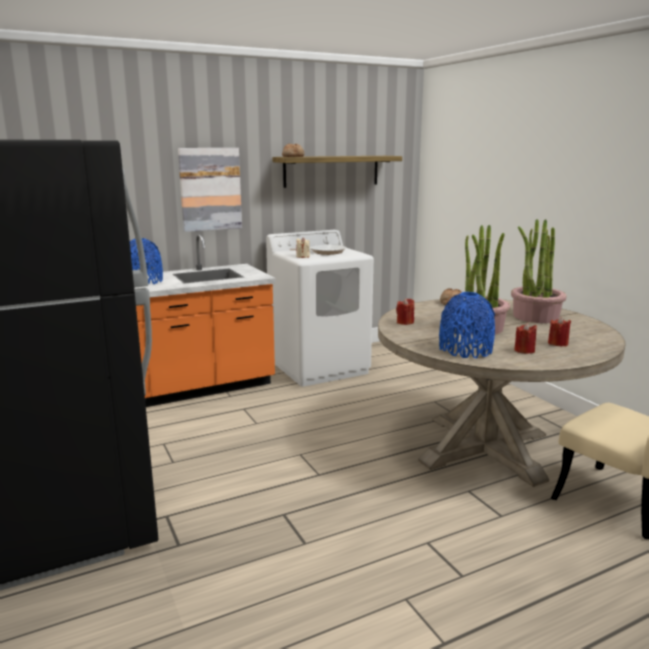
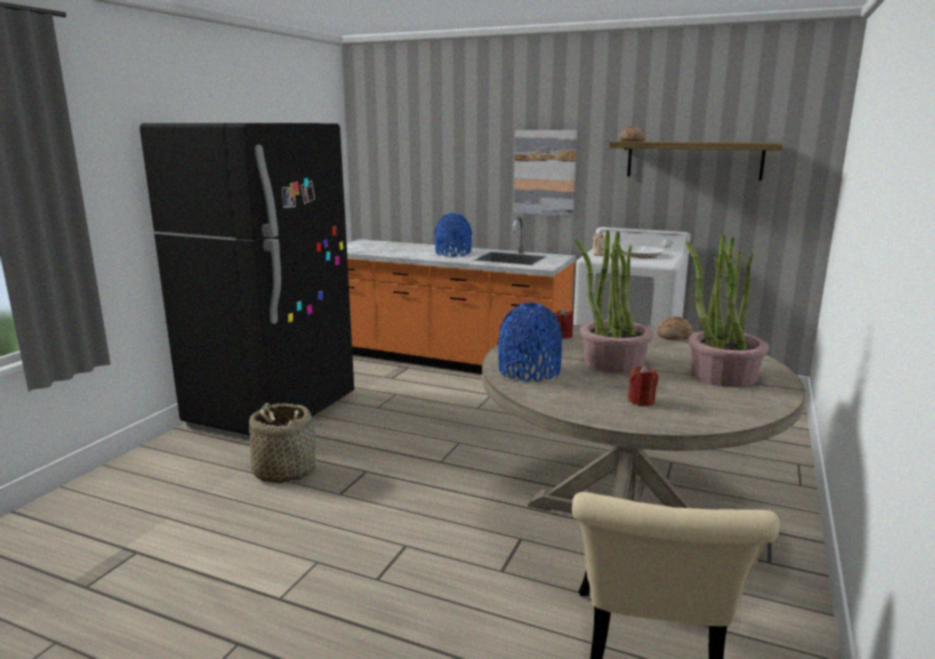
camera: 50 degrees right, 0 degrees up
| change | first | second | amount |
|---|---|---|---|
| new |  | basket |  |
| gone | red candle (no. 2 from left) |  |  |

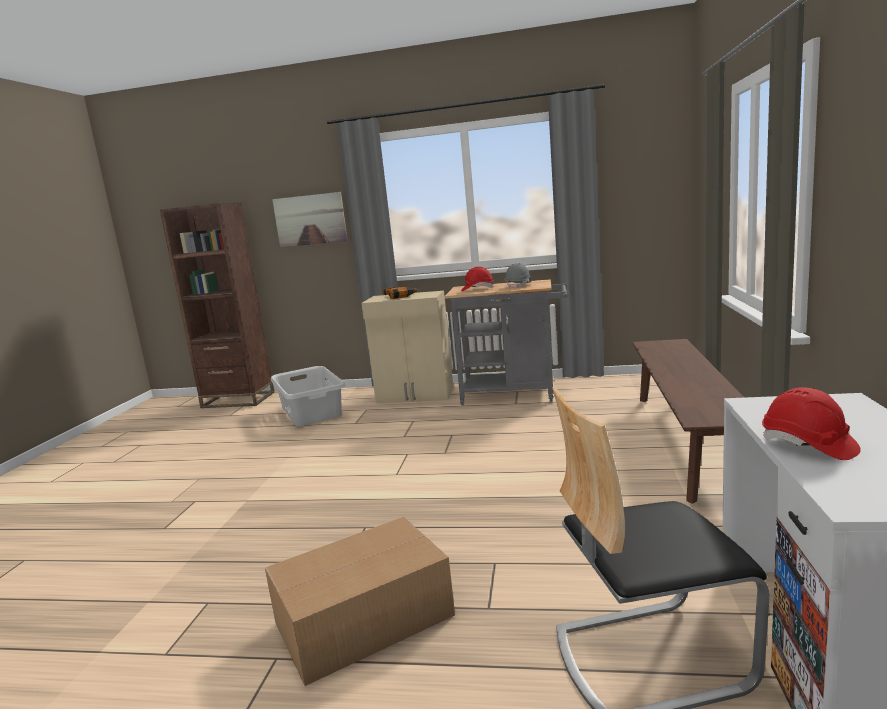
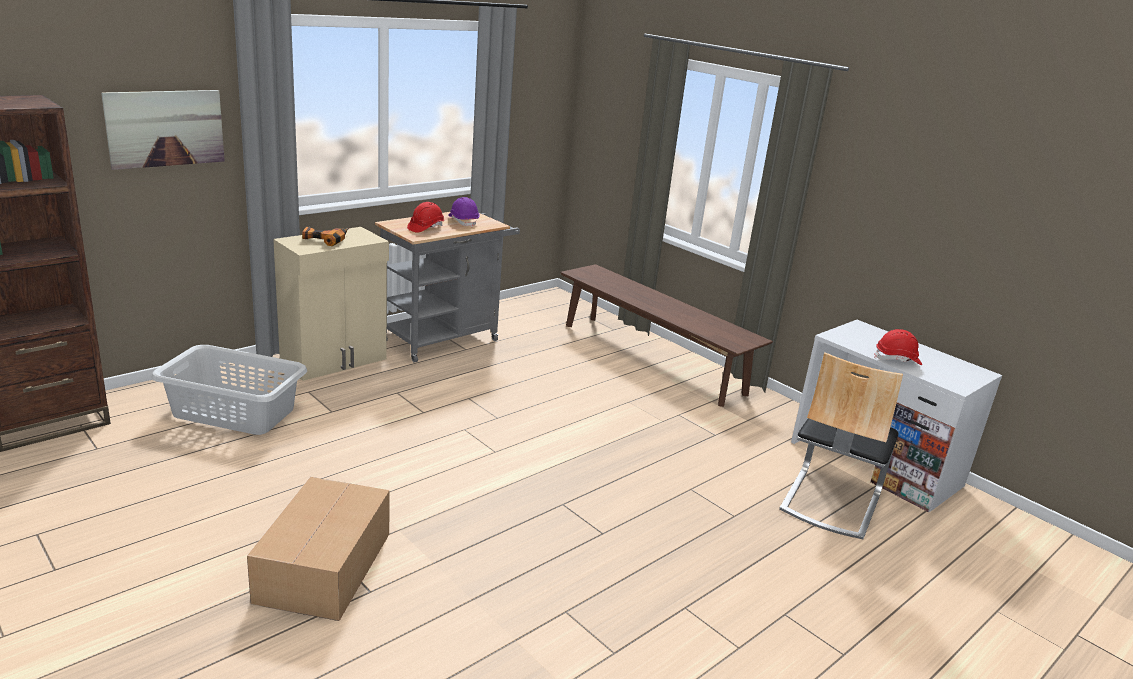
camera: 55 degrees left, 10 degrees up
| change | first | second | amount |
|---|---|---|---|
| shifted | cardboard box |  |  |
| repainted | grey hard hat | purple hard hat |  |

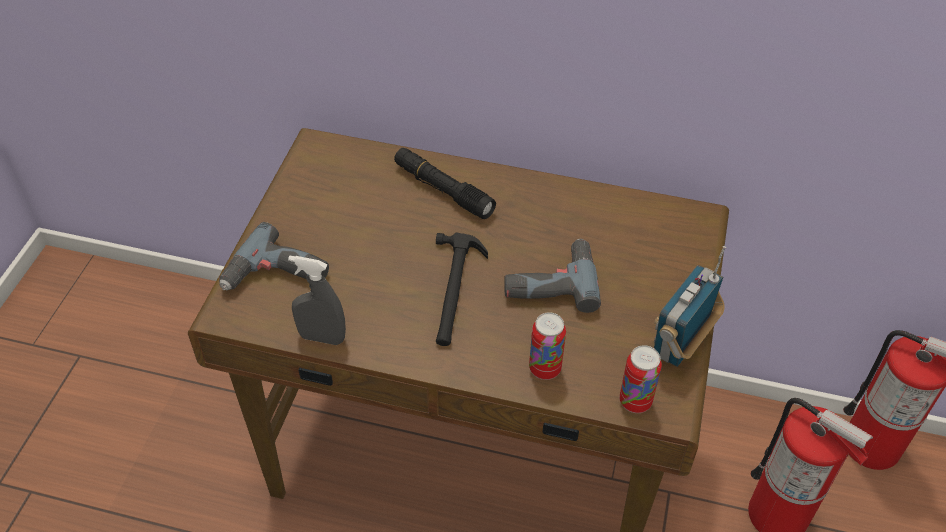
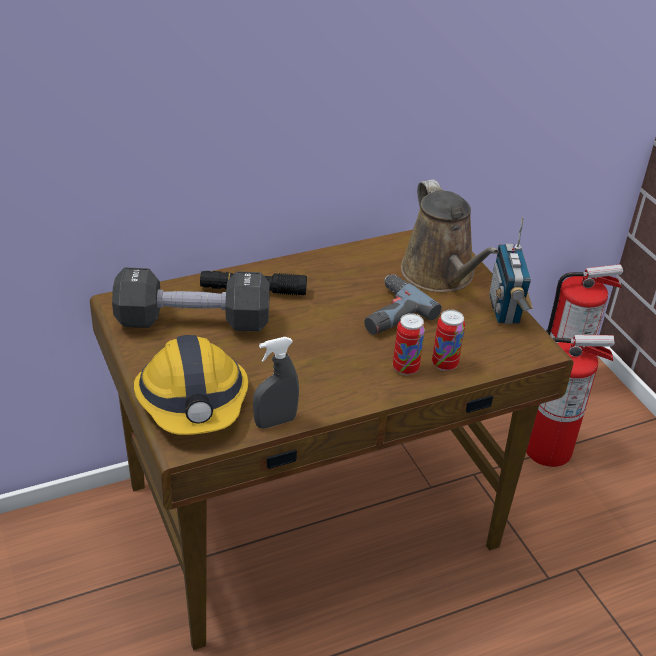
camera: 40 degrees left, 10 degrees down
| change | first | second | amount |
|---|---|---|---|
| new |  | black dumbbell |  |
| swapped | power drill (no. 1 from left) | hard hat |  |
| shifted | can (no. 2 from left in the first image) | can (no. 1 from left) |  |
| new |  | brown watering can |  |
| gone | hammer |  |  |

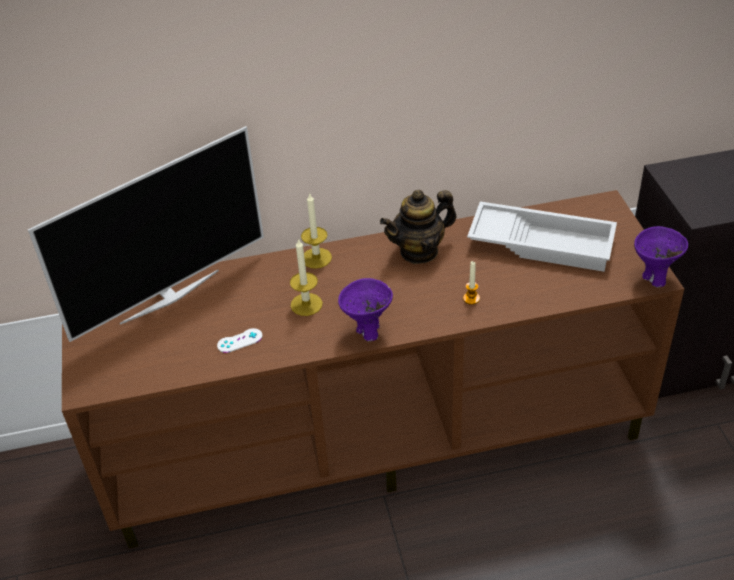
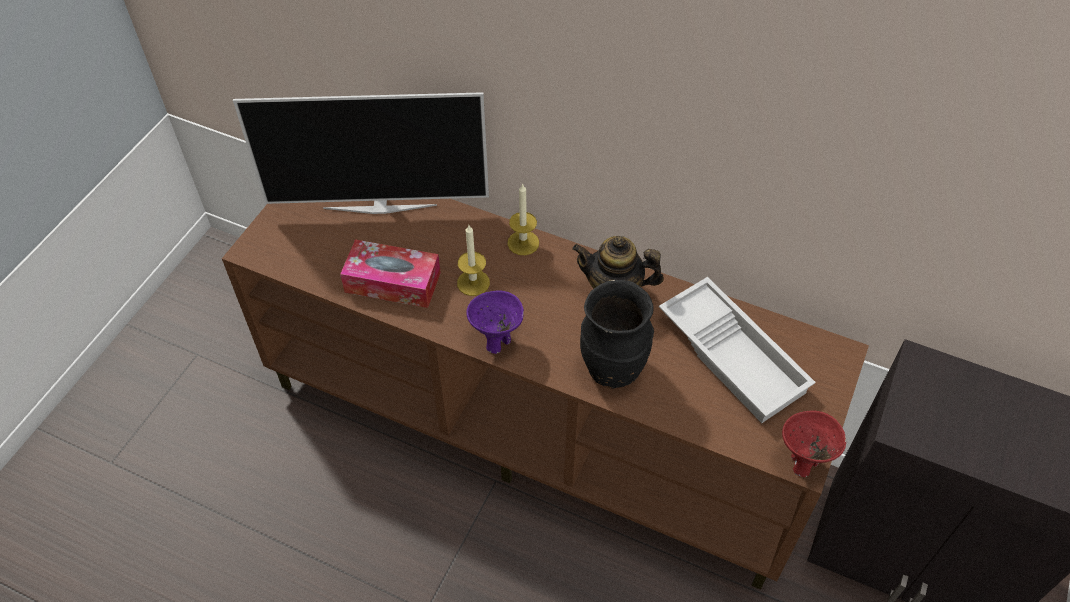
camera: 35 degrees right, 10 degrees up
| change | first | second | amount |
|---|---|---|---|
| swapped | white game controller | tissue box |  |
| swapped | candle (no. 3 from left) | black vase |  |
| repainted | purple bowl (no. 2 from left) | red bowl |  |

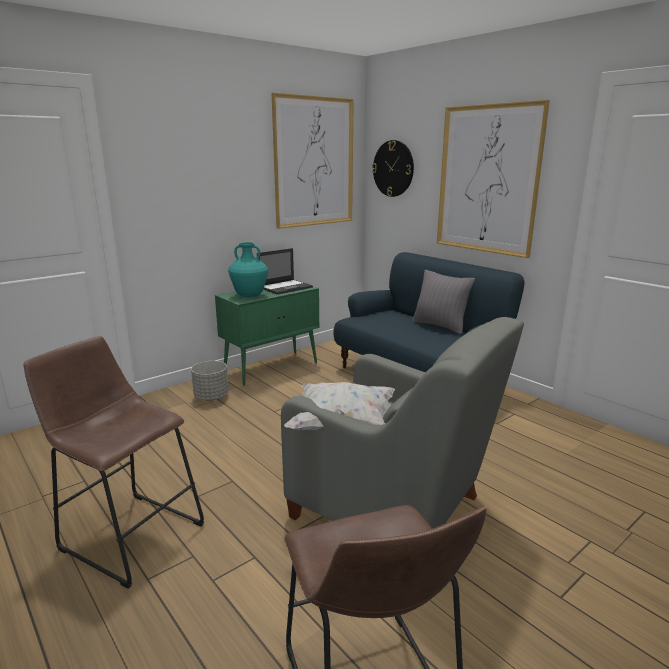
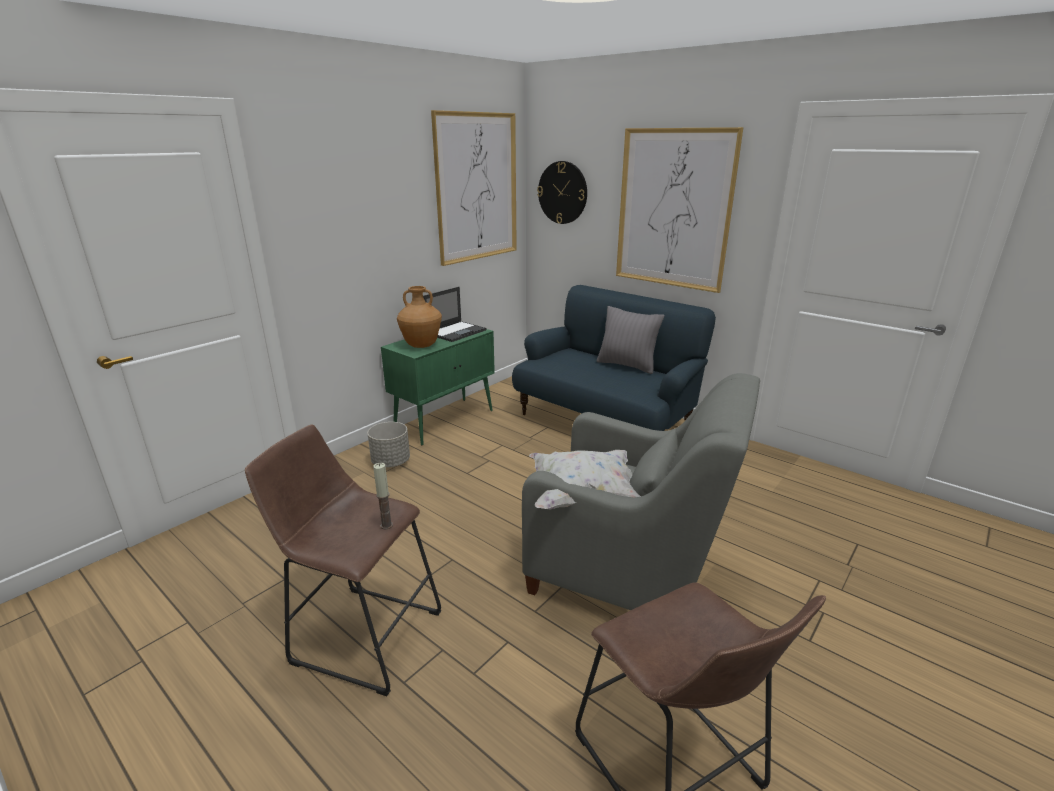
camera: 10 degrees left, 5 degrees up
| change | first | second | amount |
|---|---|---|---|
| new |  | candle |  |
| repainted | turquoise vase | brown vase |  |

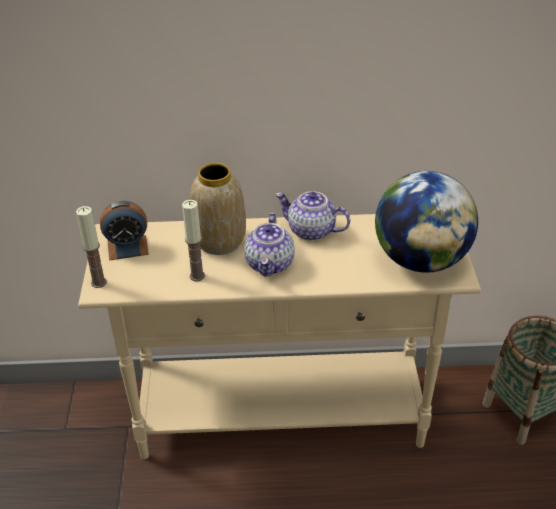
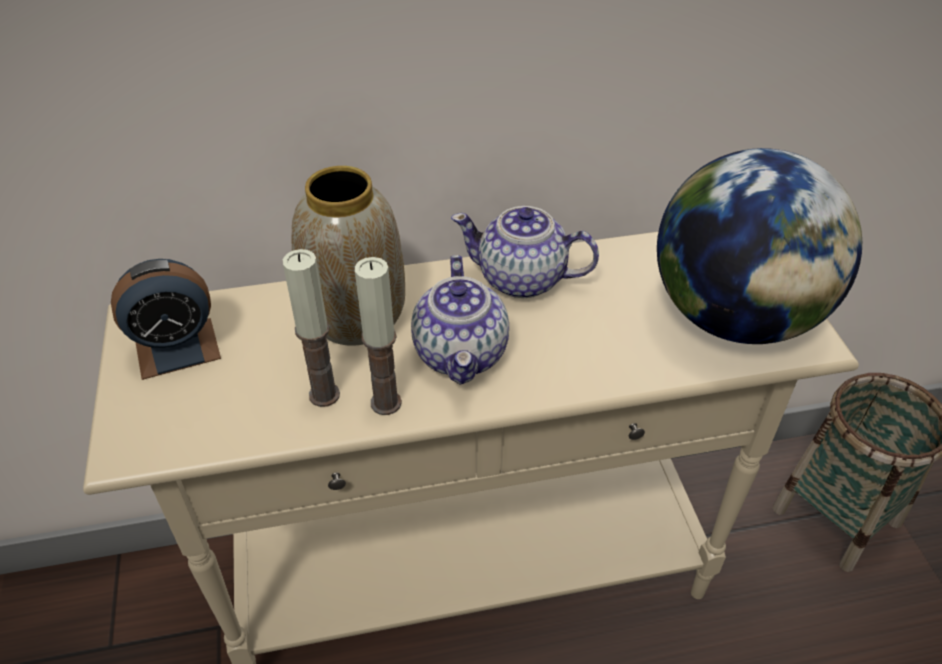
camera: 10 degrees left, 5 degrees up
| change | first | second | amount |
|---|---|---|---|
| shifted | candle (no. 1 from left in the first image) | candle (no. 2 from left) |  |

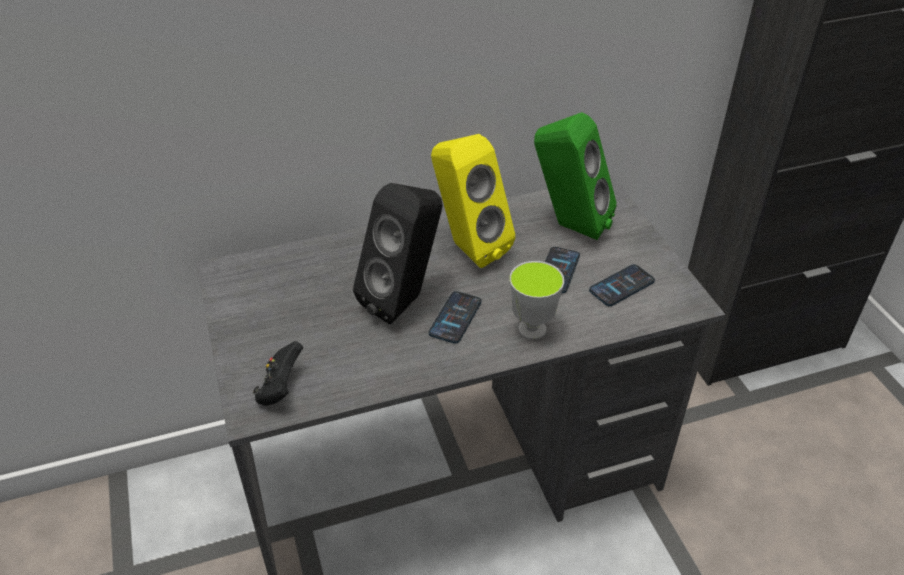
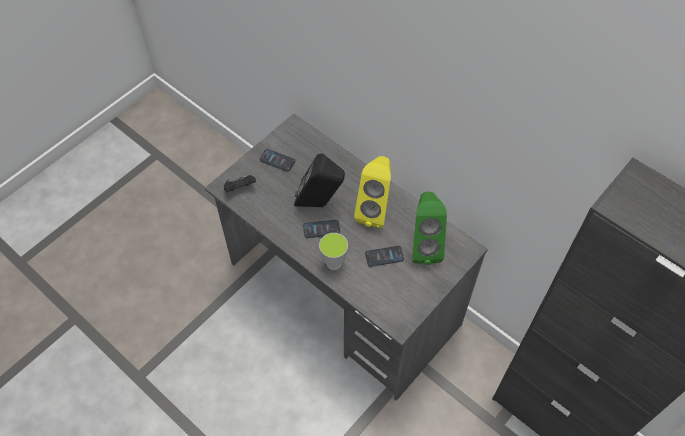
camera: 60 degrees right, 15 degrees up
| change | first | second | amount |
|---|---|---|---|
| shifted | phone (no. 3 from left in the first image) | phone (no. 1 from left) |  |

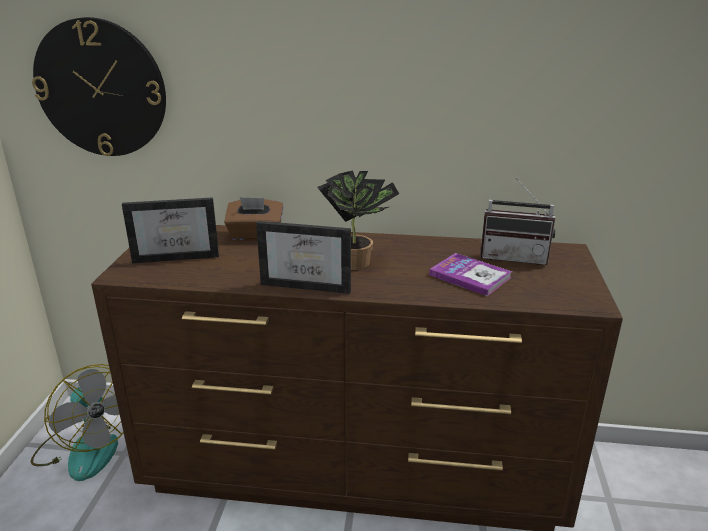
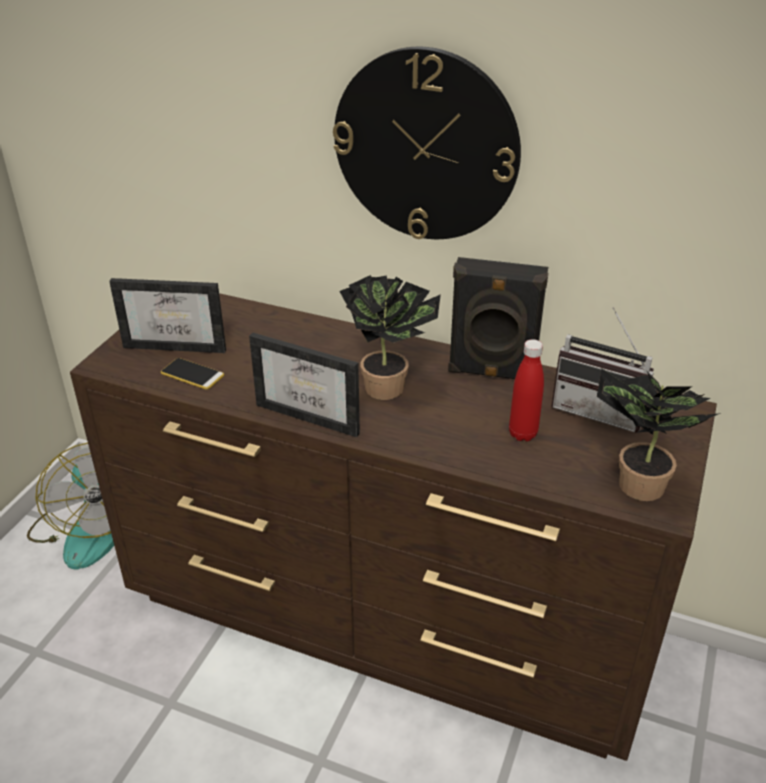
camera: 15 degrees right, 10 degrees up
| change | first | second | amount |
|---|---|---|---|
| new |  | phone |  |
| shifted | wall clock |  |  |
| new |  | black speaker |  |
| swapped | book | red bottle |  |
| new |  | potted plant (no. 2 from left) |  |
| gone | brown tissue box |  |  |

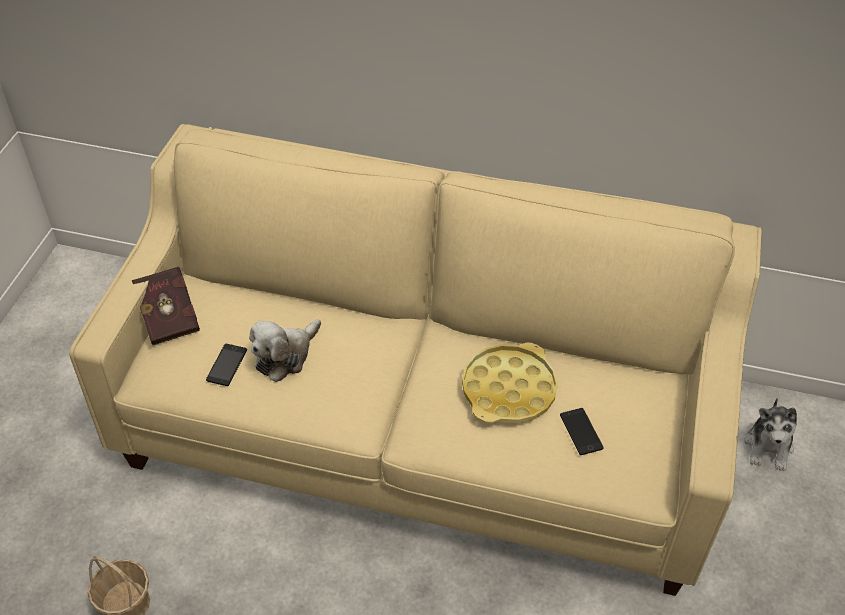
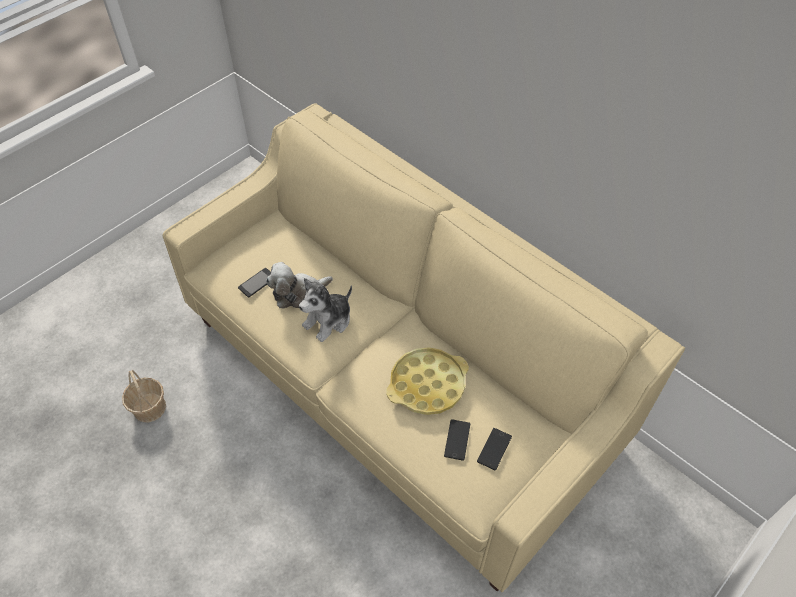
camera: 30 degrees right, 5 degrees up
| change | first | second | amount |
|---|---|---|---|
| shifted | plush toy (no. 2 from left) |  |  |
| new |  | phone (no. 3 from left) |  |
| gone | red book |  |  |

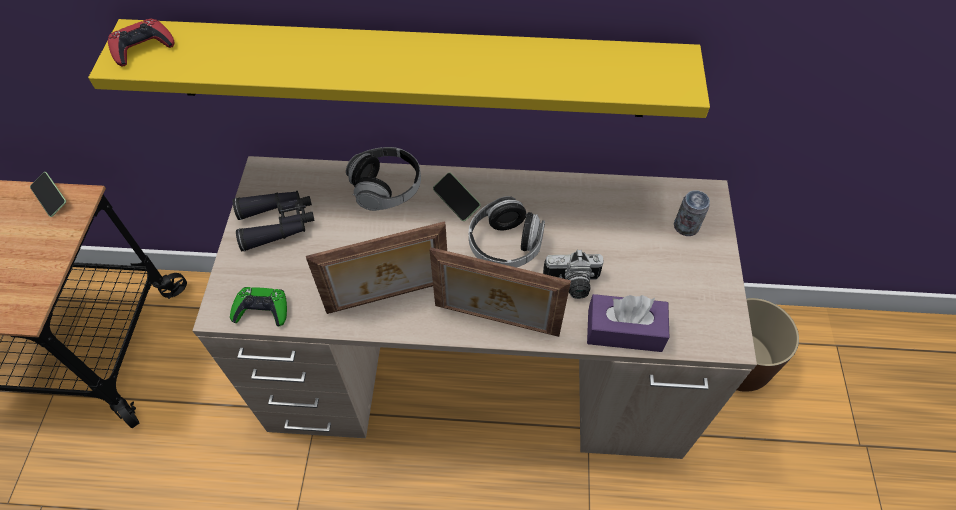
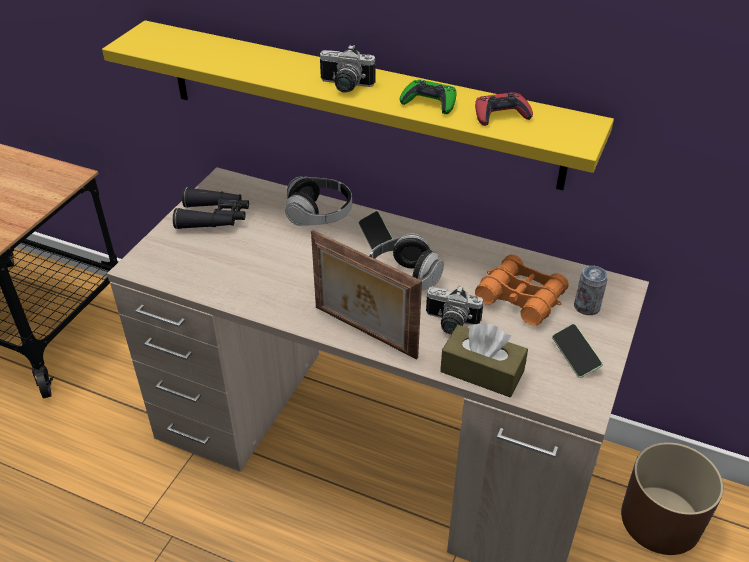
camera: 20 degrees right, 15 degrees down
| change | first | second | amount |
|---|---|---|---|
| new |  | photo camera (no. 1 from left) |  |
| shifted | green game controller |  |  |
| repainted | purple tissue box | brown tissue box |  |
| shifted | red game controller |  |  |
| new |  | orange binoculars |  |
| shifted | phone (no. 1 from left in the first image) | phone (no. 2 from left) |  |
| gone | picture frame (no. 1 from left) |  |  |

